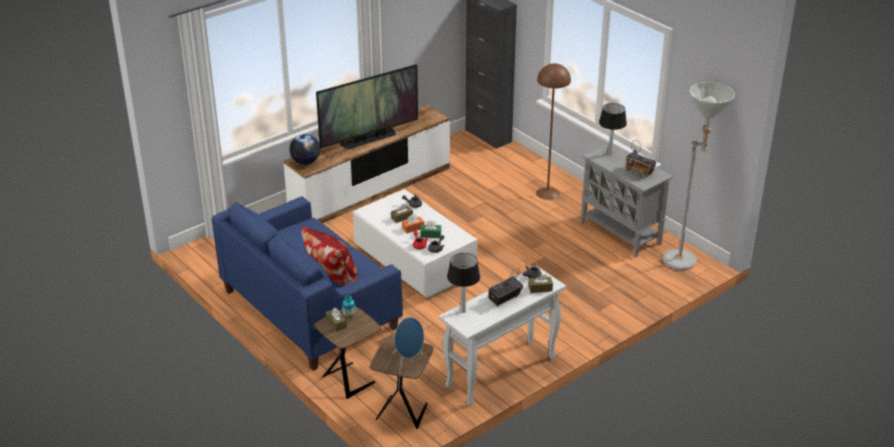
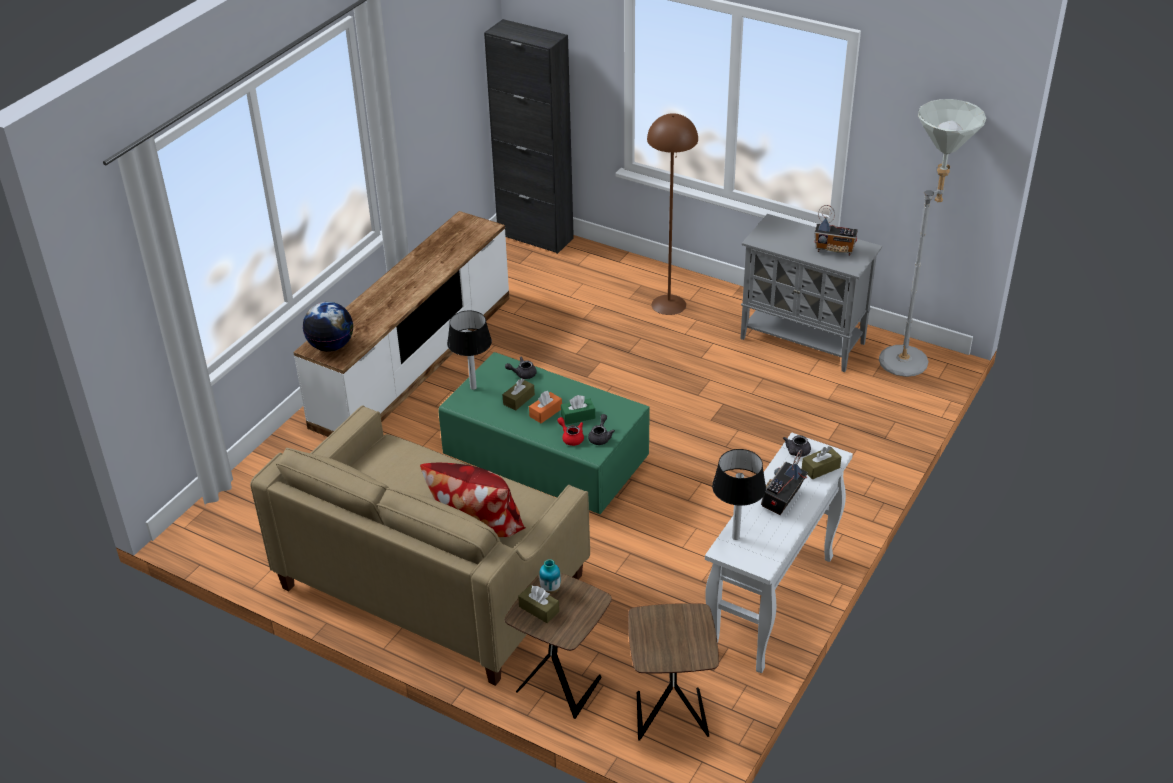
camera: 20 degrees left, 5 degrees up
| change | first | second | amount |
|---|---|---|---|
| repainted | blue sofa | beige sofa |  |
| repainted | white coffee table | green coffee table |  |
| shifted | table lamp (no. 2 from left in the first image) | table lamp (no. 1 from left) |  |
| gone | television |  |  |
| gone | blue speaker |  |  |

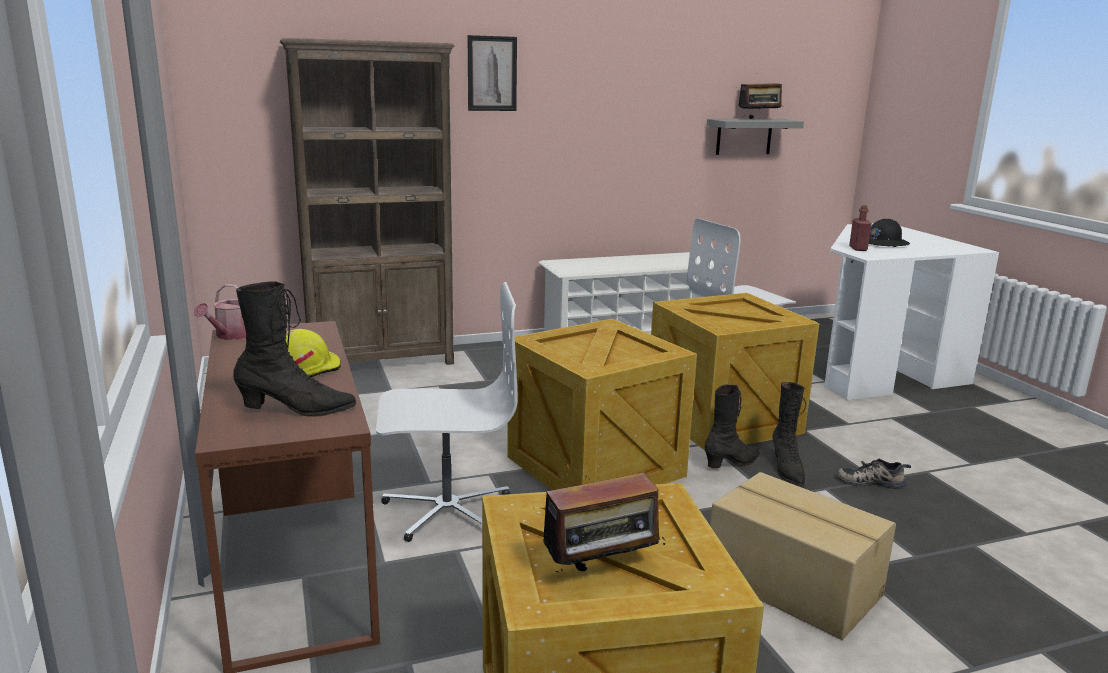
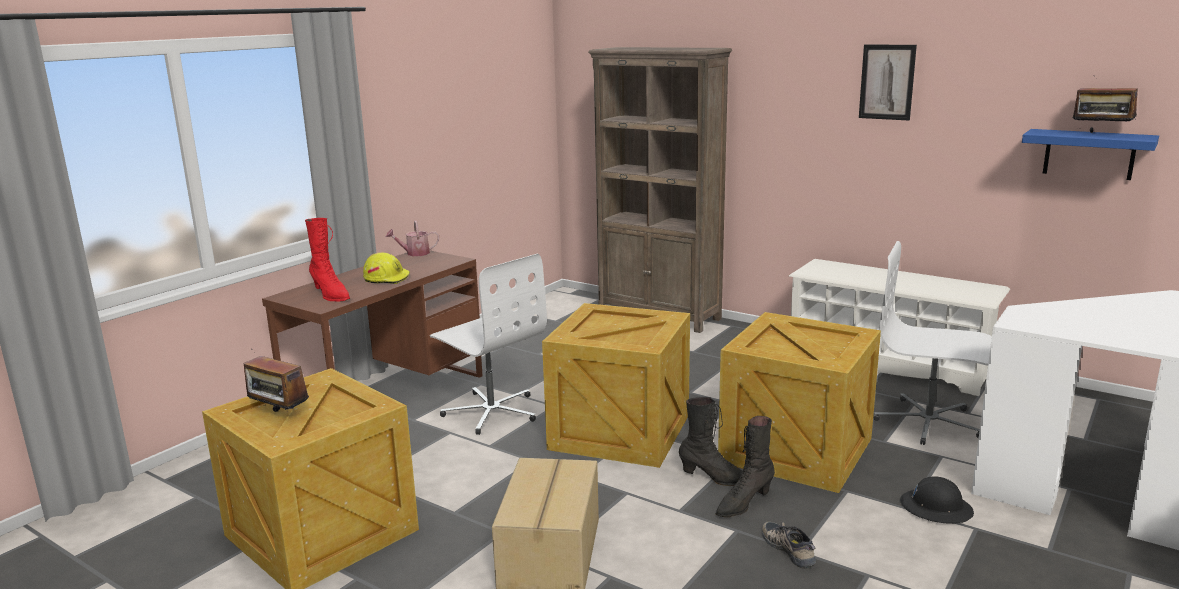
camera: 55 degrees right, 0 degrees up
| change | first | second | amount |
|---|---|---|---|
| repainted | black boot (no. 1 from left) | red boot |  |
| shifted | picture |  |  |
| shifted | black hard hat |  |  |
| repainted | grey shelf | blue shelf |  |
| gone | red bottle |  |  |

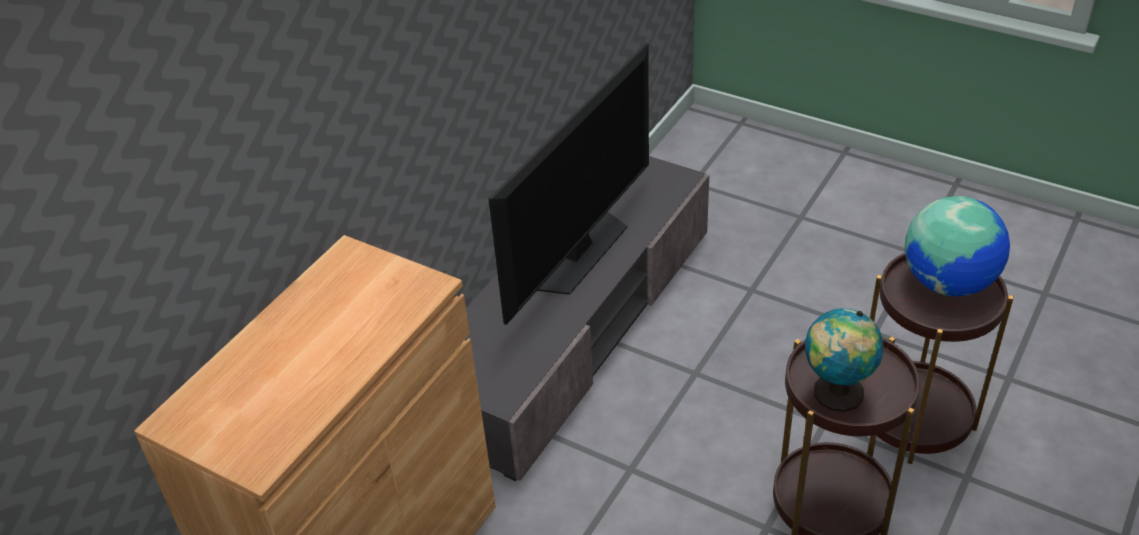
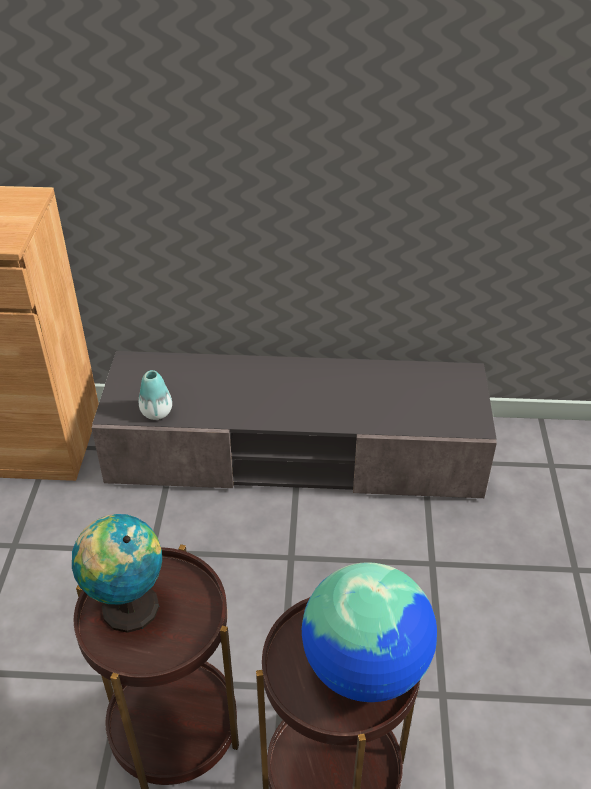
camera: 60 degrees right, 0 degrees up
| change | first | second | amount |
|---|---|---|---|
| new |  | vase |  |
| gone | television |  |  |

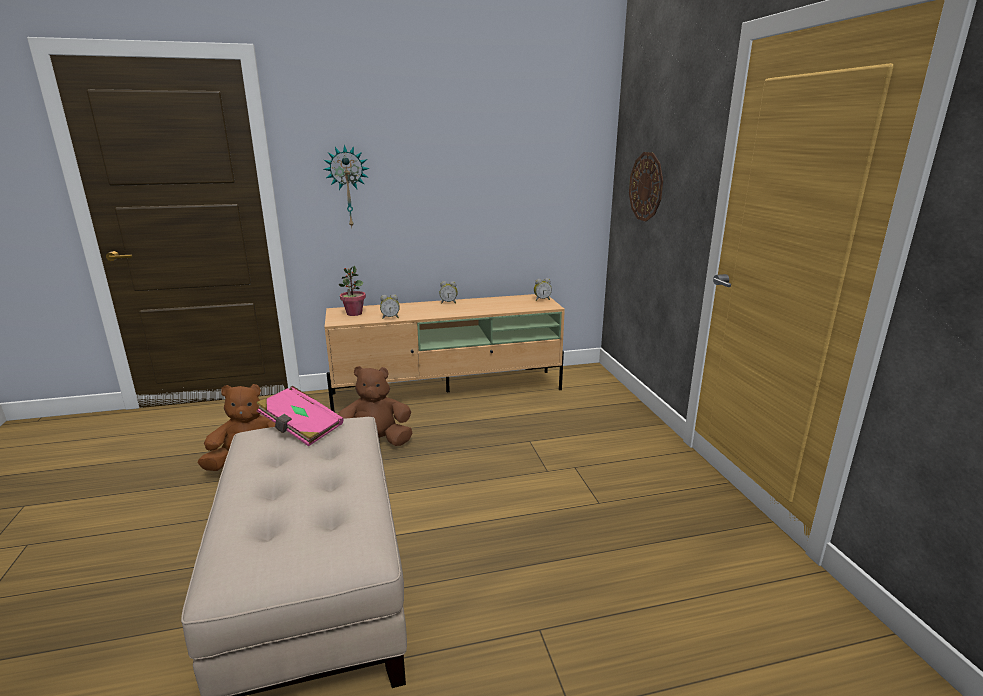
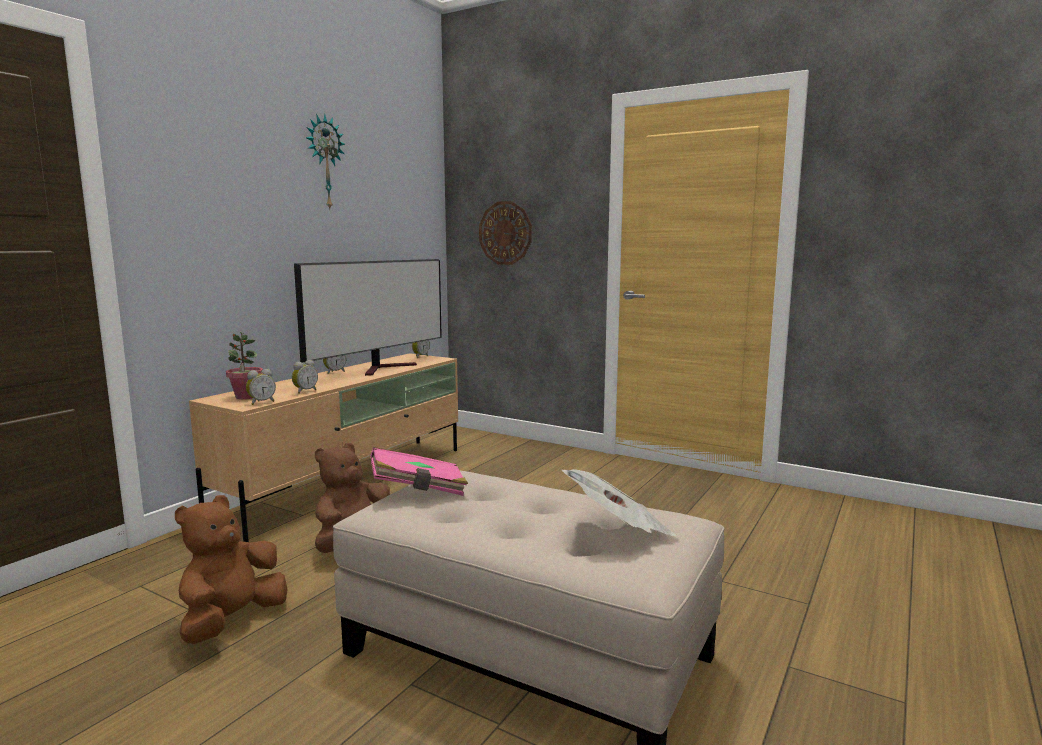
camera: 45 degrees left, 10 degrees down
| change | first | second | amount |
|---|---|---|---|
| new |  | alarm clock (no. 1 from left) |  |
| new |  | television |  |
| shifted | wall clock (no. 1 from left) |  |  |
| new |  | newspaper |  |

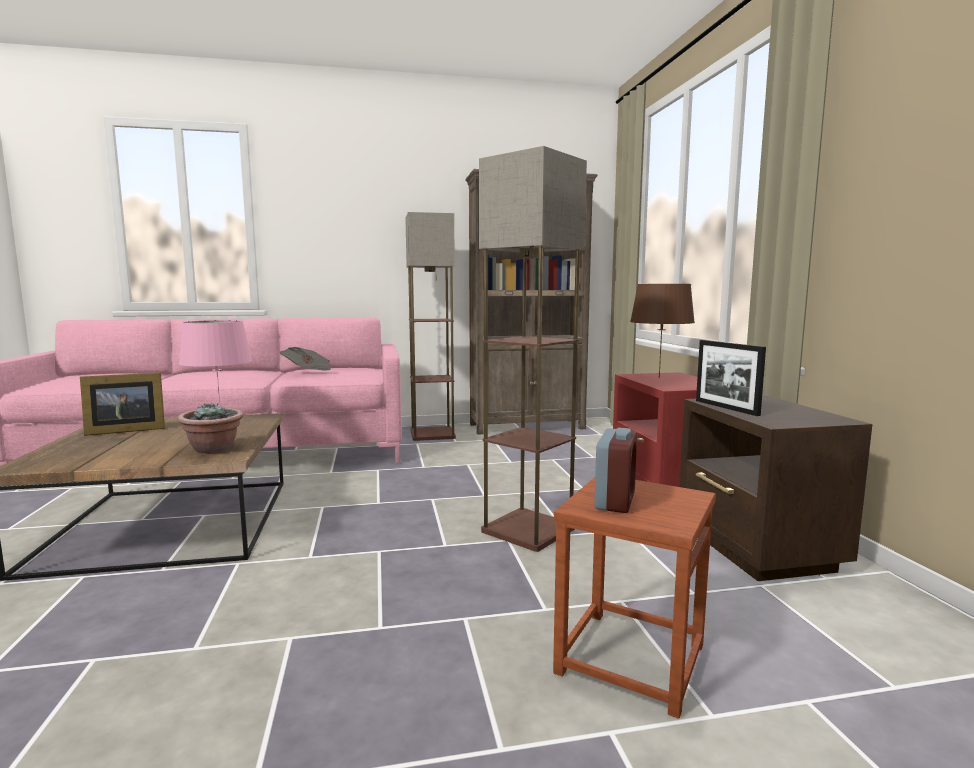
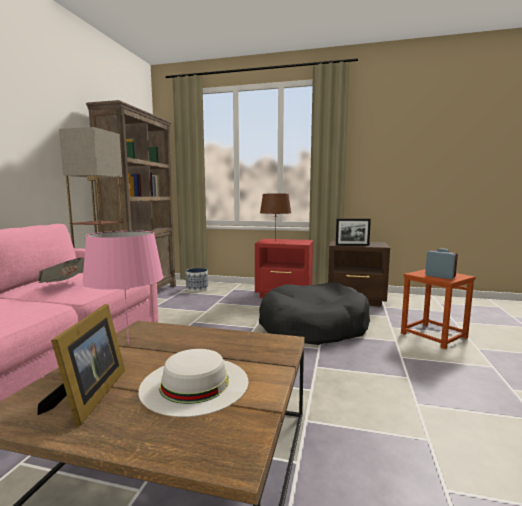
camera: 65 degrees left, 0 degrees up
| change | first | second | amount |
|---|---|---|---|
| new |  | white hat |  |
| new |  | planter |  |
| swapped | floor lamp (no. 2 from left) | black dog bed |  |
| gone | potted plant |  |  |

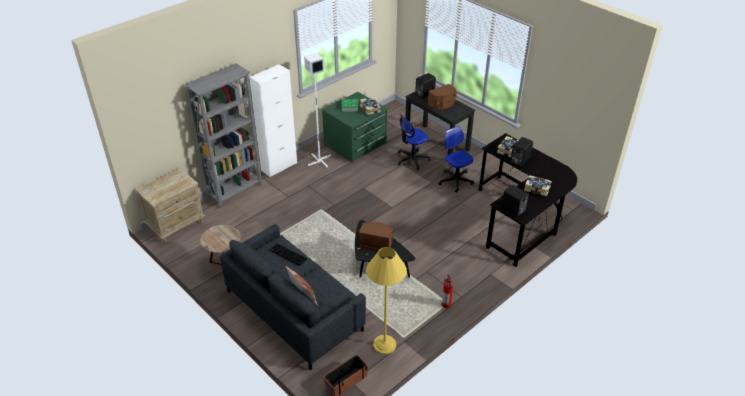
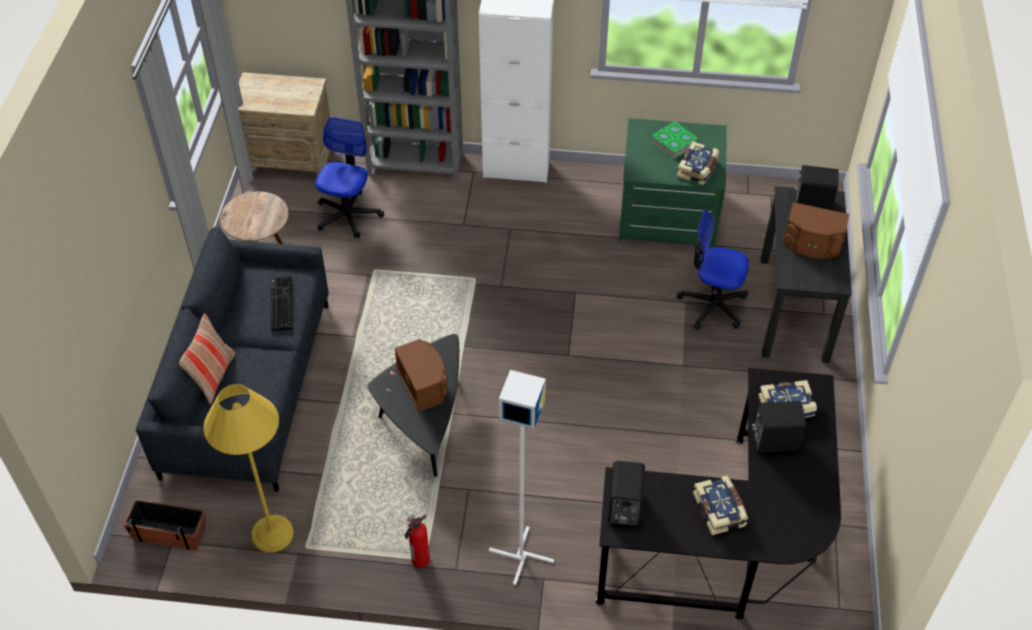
camera: 50 degrees right, 10 degrees up
| change | first | second | amount |
|---|---|---|---|
| shifted | office chair (no. 2 from left in the first image) | office chair (no. 1 from left) |  |
| shifted | white floor lamp |  |  |

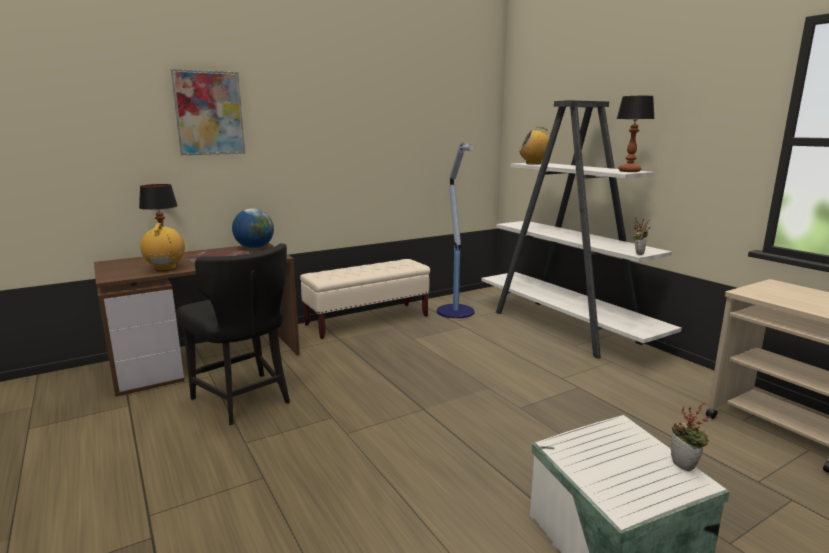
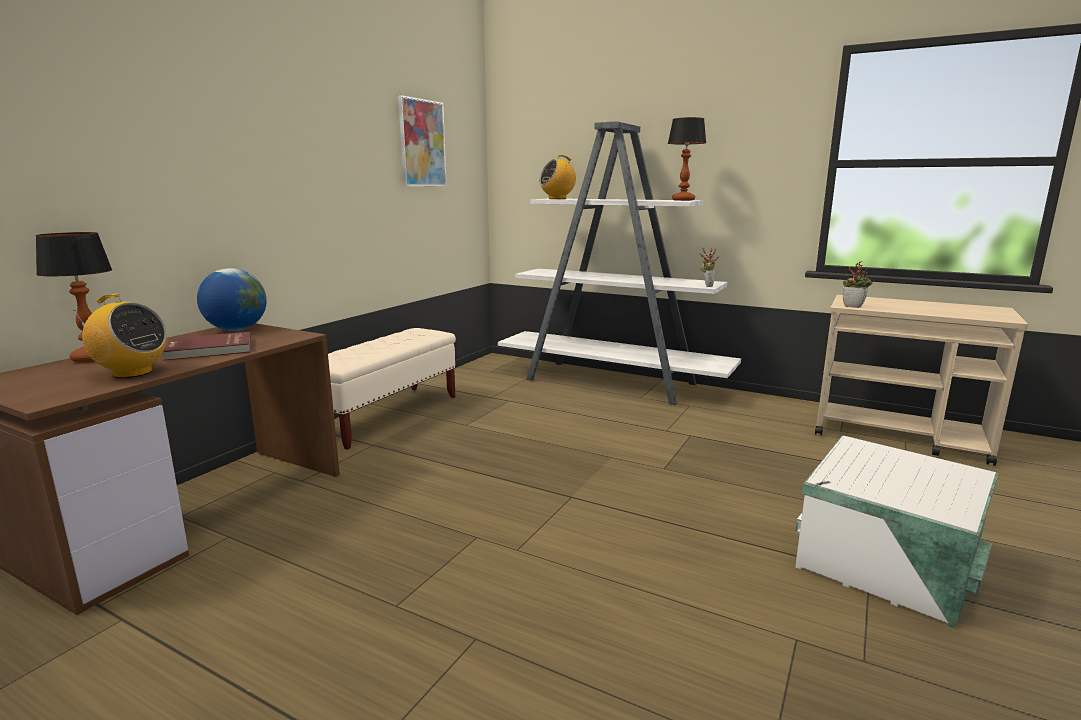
camera: 30 degrees left, 0 degrees up
| change | first | second | amount |
|---|---|---|---|
| rotated | radio (no. 1 from left) |  | 150 degrees clockwise |
| shifted | picture |  |  |
| shifted | potted plant (no. 2 from left) |  |  |
| gone | black chair |  |  |
| gone | floor lamp |  |  |

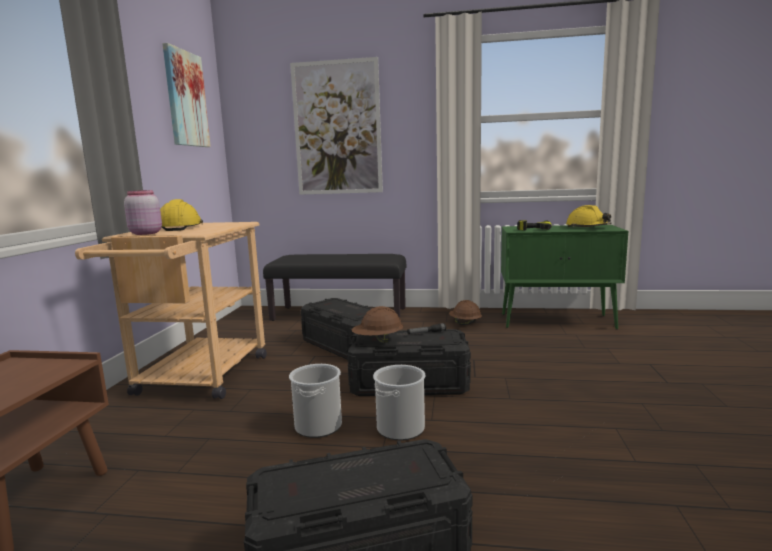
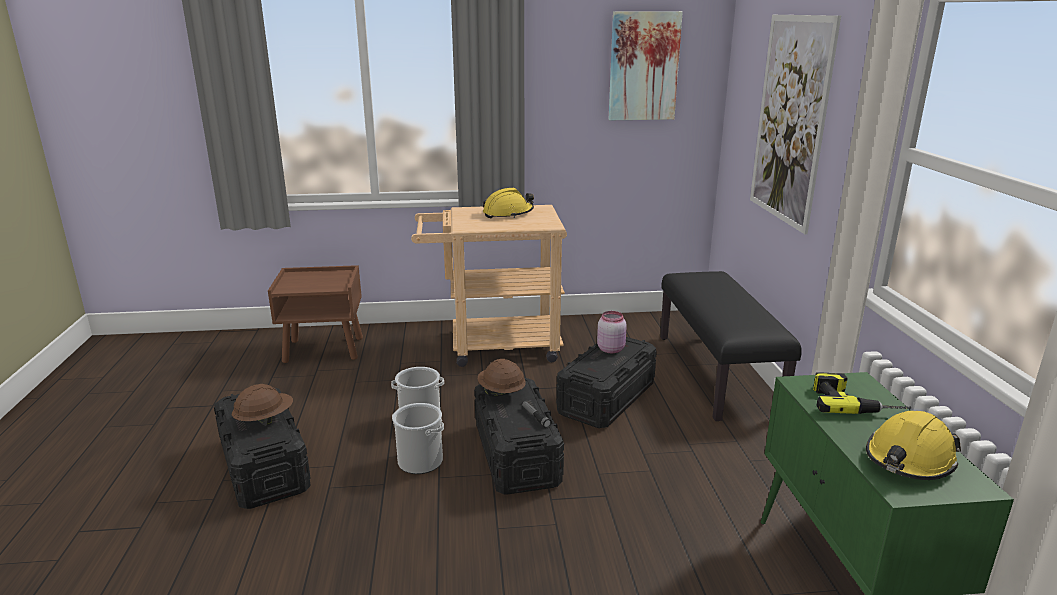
camera: 75 degrees right, 10 degrees up
| change | first | second | amount |
|---|---|---|---|
| shifted | brown hard hat (no. 2 from left in the first image) | brown hard hat (no. 1 from left) |  |
| shifted | pink jar |  |  |

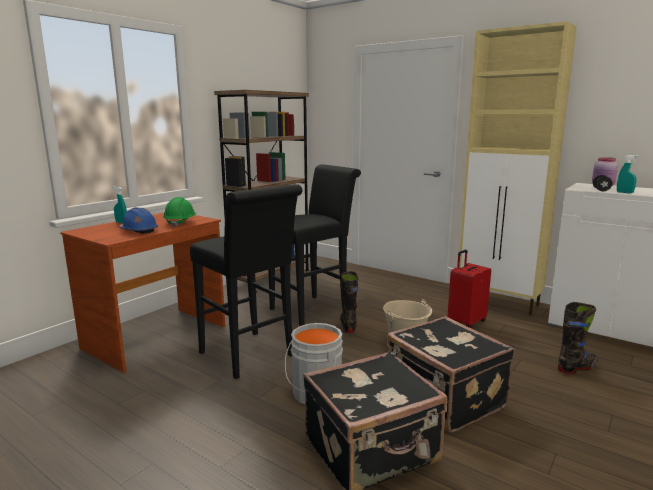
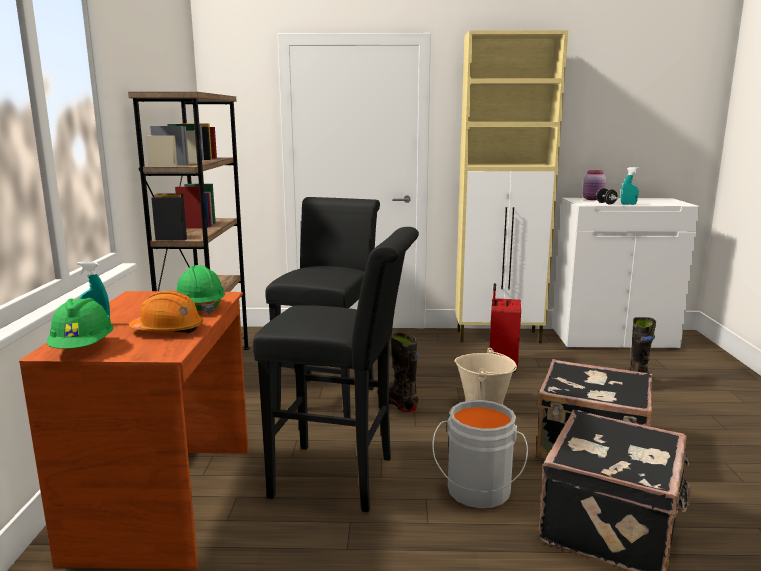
camera: 35 degrees left, 0 degrees up
| change | first | second | amount |
|---|---|---|---|
| new |  | green hard hat (no. 1 from left) |  |
| repainted | blue hard hat | orange hard hat |  |

